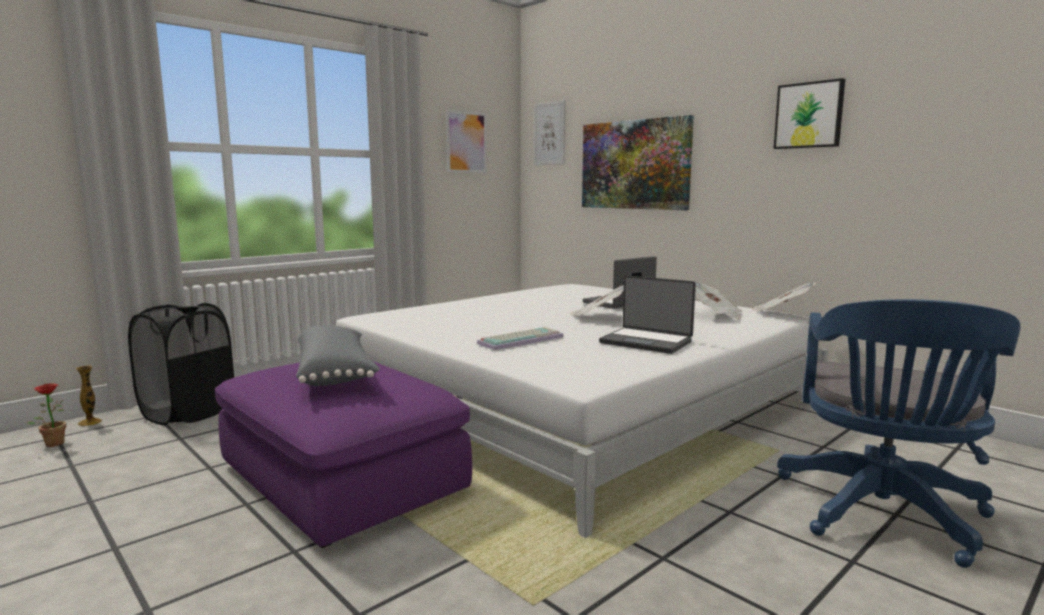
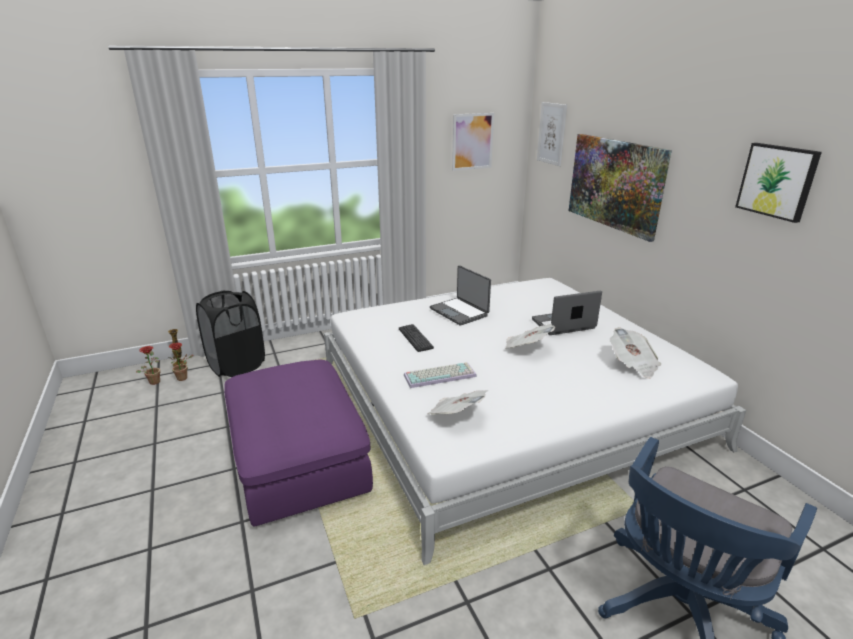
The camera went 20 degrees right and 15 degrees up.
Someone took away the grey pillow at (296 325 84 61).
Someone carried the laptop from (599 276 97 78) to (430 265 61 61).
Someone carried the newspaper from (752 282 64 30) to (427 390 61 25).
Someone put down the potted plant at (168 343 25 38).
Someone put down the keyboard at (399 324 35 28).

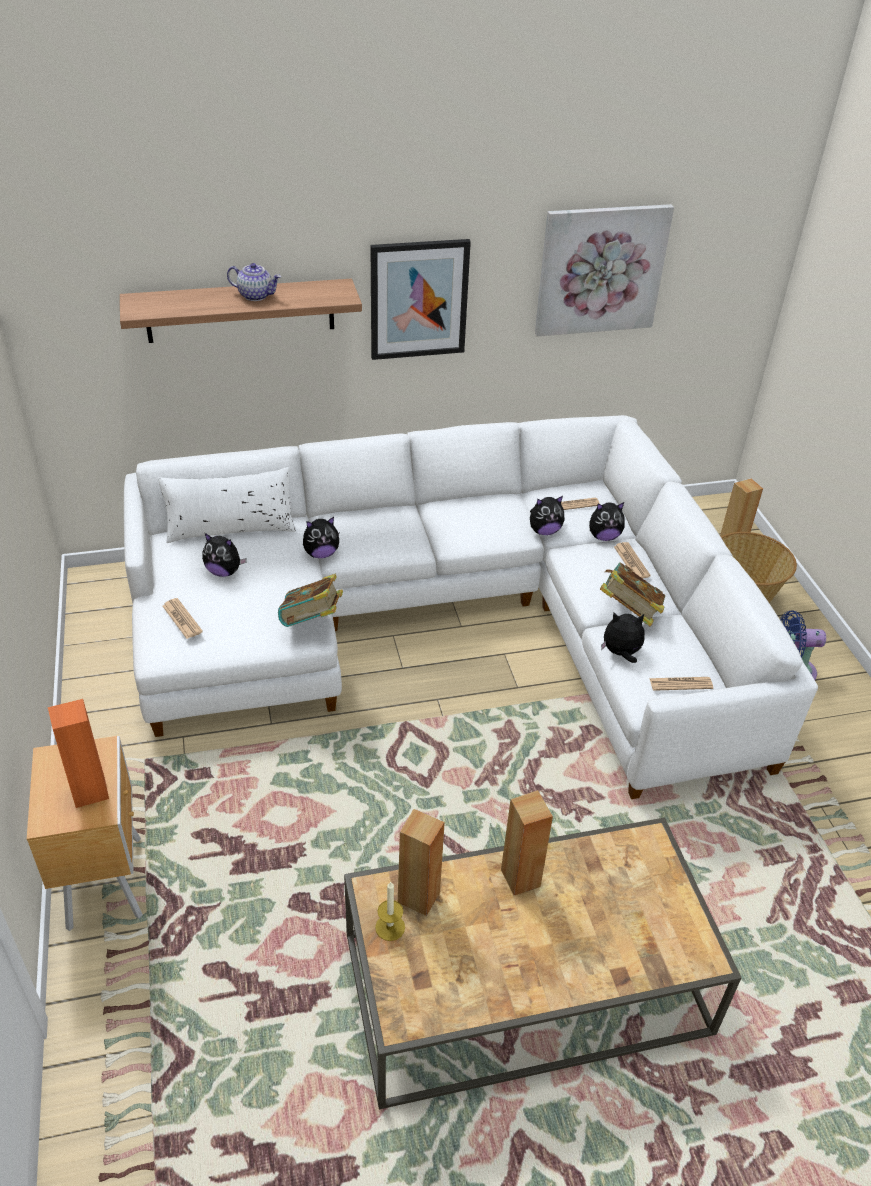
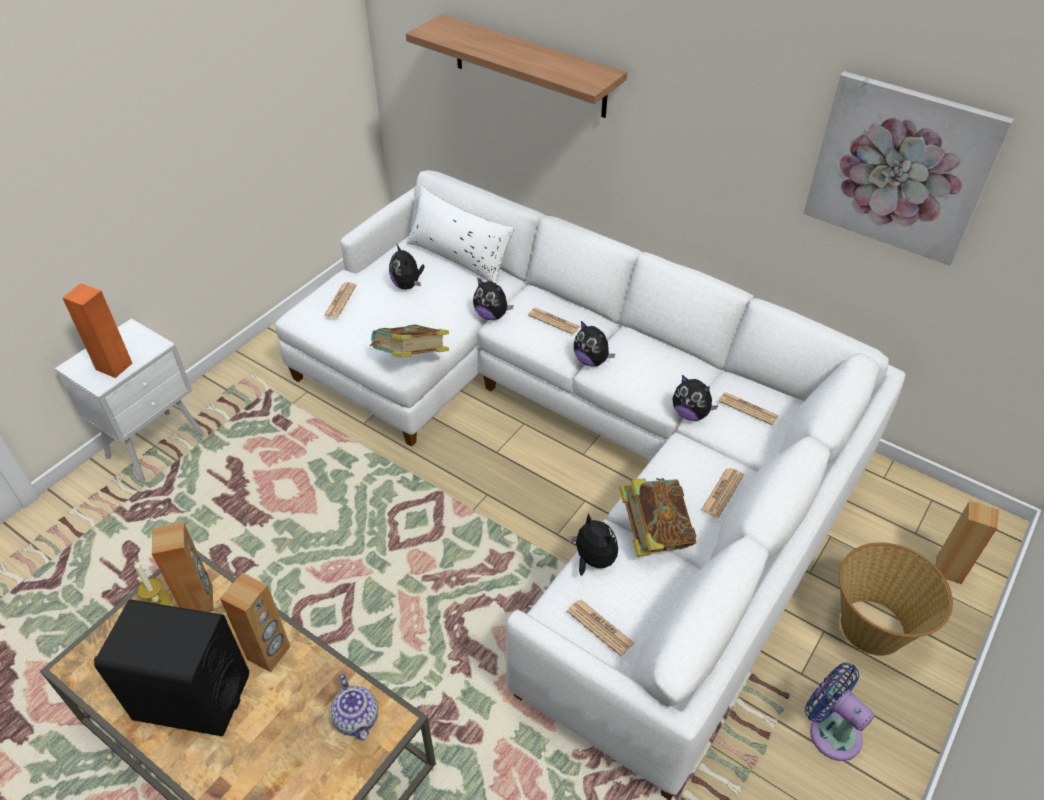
The camera went 50 degrees right and 5 degrees up.
Someone repainted the brown nightstand at (27 736 116 195), which became the white nightstand at (55 318 149 164).
Someone carried the teapot from (227 263 54 38) to (331 674 47 66).
Someone took away the picture at (370 239 101 121).
Someone carried the plush toy from (589 502 35 39) to (574 321 41 46).
Someone put down the black speaker at (94 599 155 137).
Someone put down the newspaper at (528 308 53 27).

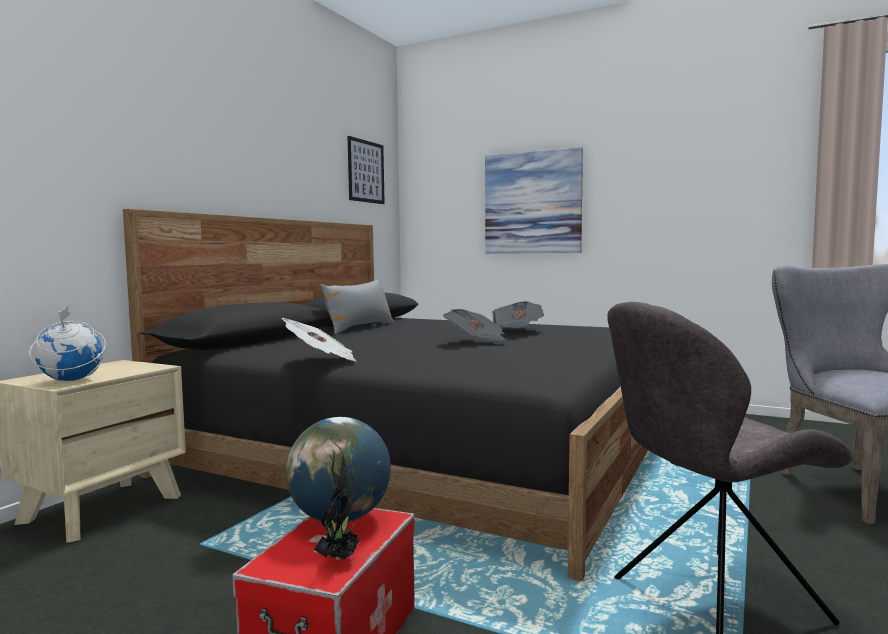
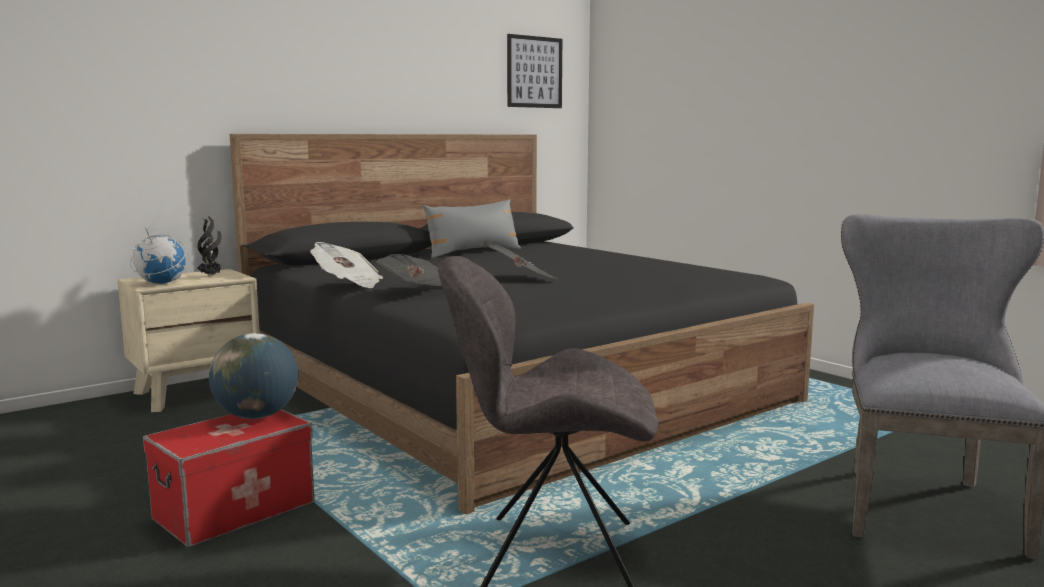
The camera went 25 degrees right and 5 degrees up.
Someone carried the potted plant from (314 441 46 119) to (197 217 25 59).
Someone took away the picture at (485 147 98 107).
Someone carried the newspaper from (492 301 52 27) to (377 254 65 32).

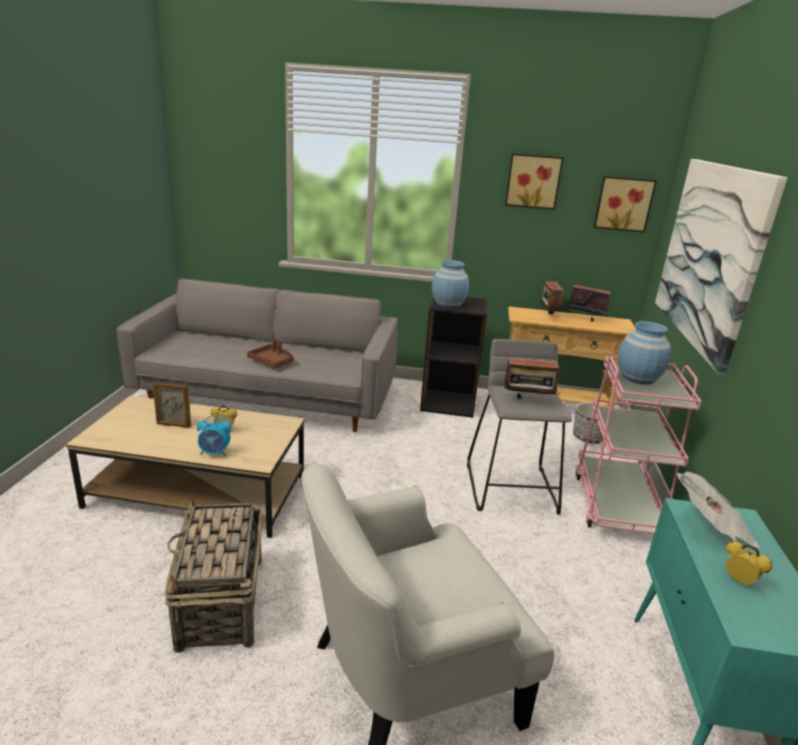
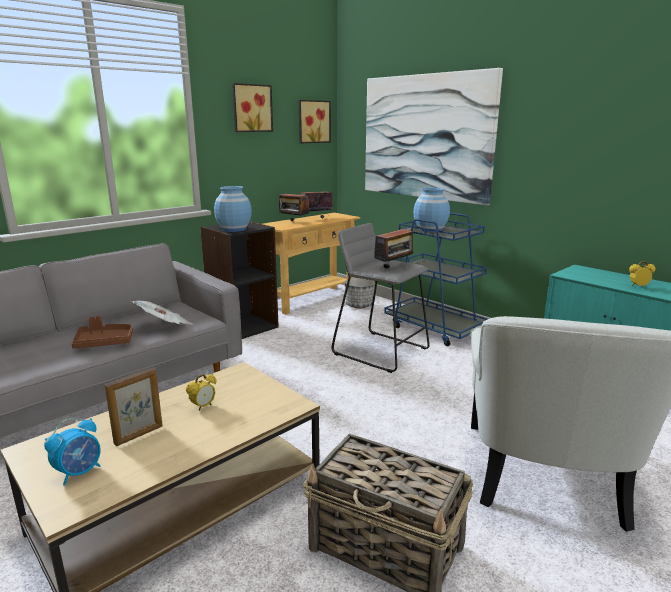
The camera went 50 degrees left and 5 degrees down.
Someone carried the alarm clock from (197 416 34 40) to (44 418 57 68).
Someone repainted the pink cart at (575 356 127 178), which became the blue cart at (384 212 103 134).
Someone carried the newspaper from (677 471 83 77) to (131 301 62 24).

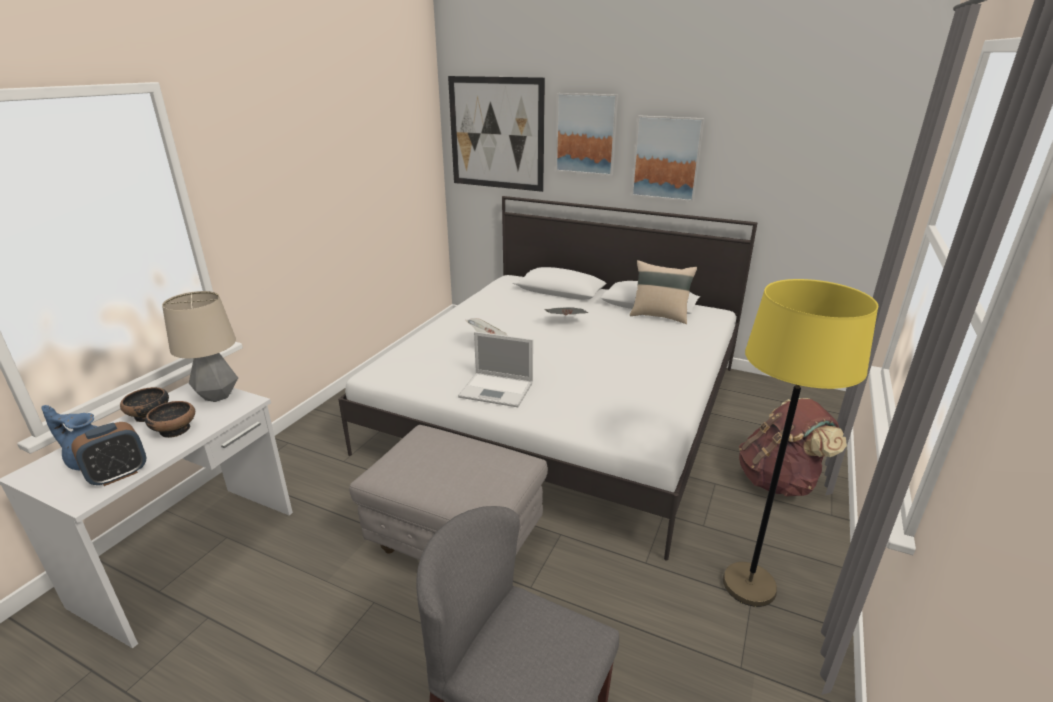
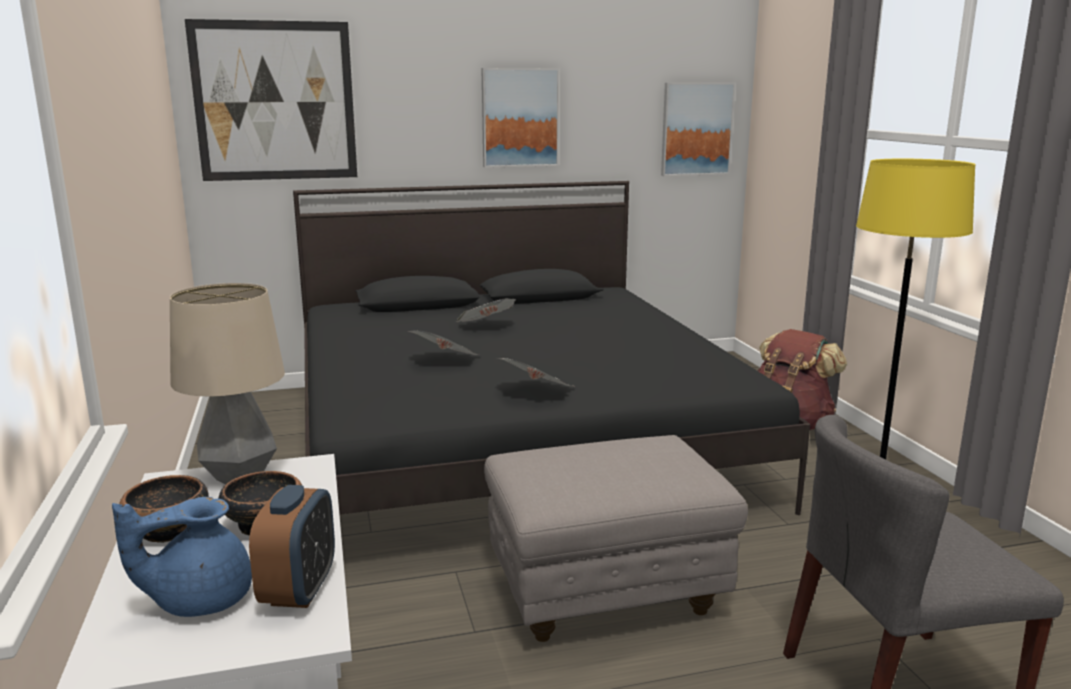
The camera went 40 degrees left and 10 degrees down.
Someone repainted the white bed at (338 196 420 365), which became the black bed at (293 181 517 334).
Someone swapped the laptop at (458 332 75 75) for the newspaper at (496 358 74 28).
Someone carried the picture from (555 93 63 83) to (661 83 75 93).
Someone took away the beige pillow at (630 260 67 64).

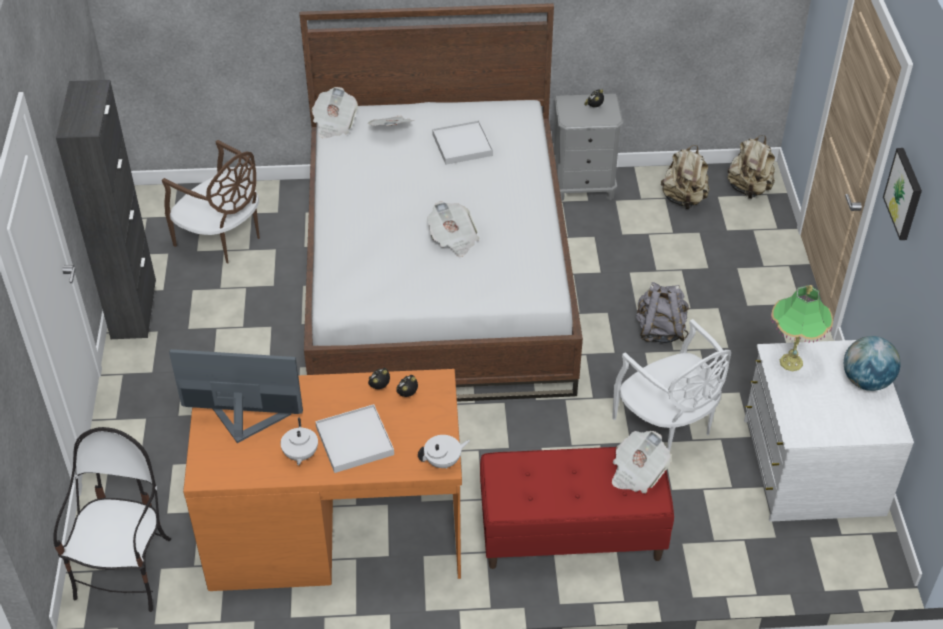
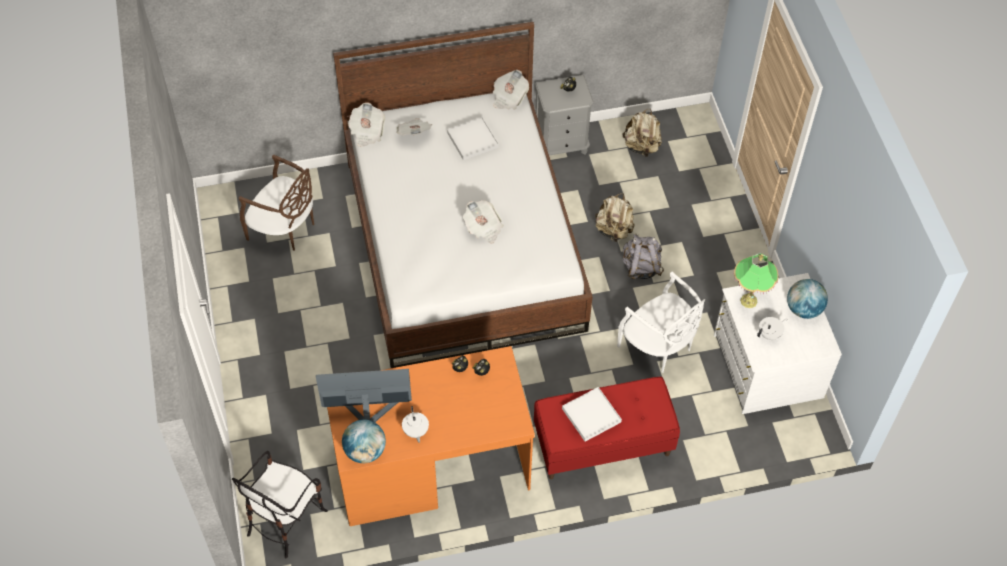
The camera went 10 degrees left and 10 degrees up.
Someone rotated the chair at (53 427 118 185) by 150 degrees counterclockwise.
Someone took away the black cabinet at (56 80 100 259).
Someone carried the white tray from (315 404 79 69) to (562 387 60 55).
Someone carried the white teapot from (418 435 52 34) to (757 317 30 23).
Someone carried the newspaper from (612 431 59 62) to (492 70 37 40).
Someone carried the beige backpack from (727 135 48 64) to (595 193 40 49).
Someone took away the picture at (883 148 39 92).
Someone put down the globe at (342 419 44 44).

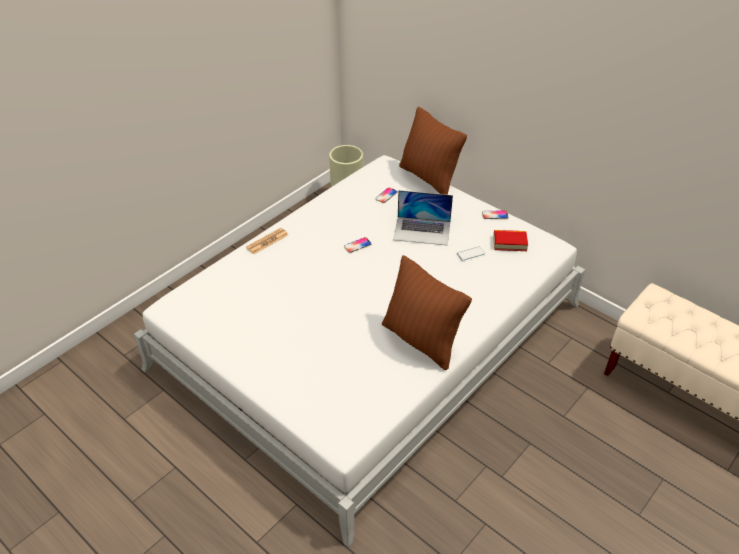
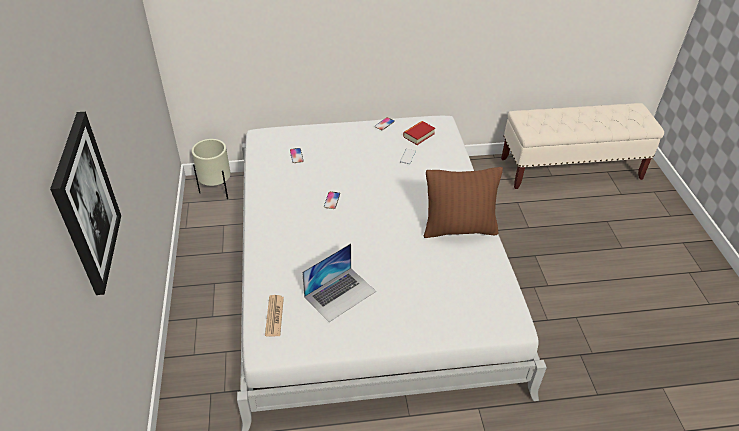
The camera went 50 degrees left and 0 degrees up.
Someone carried the newspaper from (246 228 42 26) to (265 295 19 42).
Someone carried the laptop from (393 190 60 56) to (302 243 74 79).
Someone took away the brown pillow at (399 107 68 88).
Someone put up the picture at (50 112 71 183).

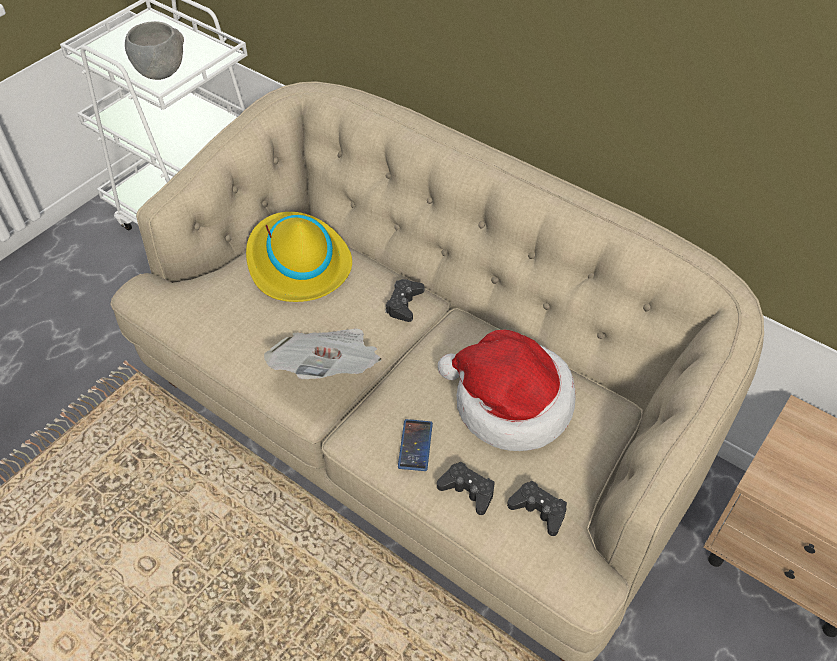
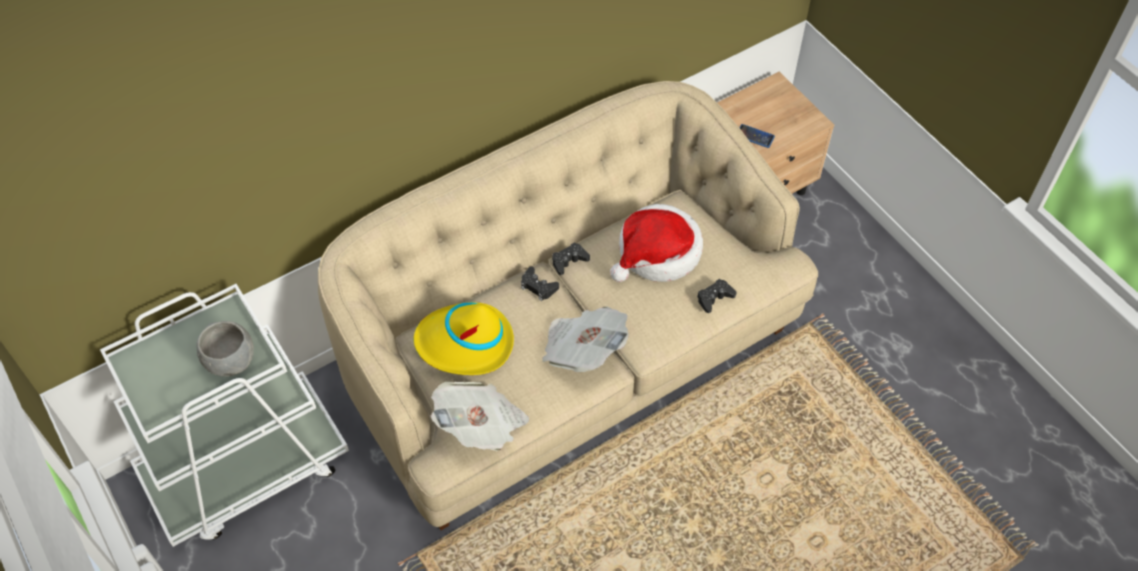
The camera went 70 degrees left and 5 degrees up.
Someone carried the phone from (398 419 35 52) to (739 124 36 24).
Someone carried the black game controller from (507 481 60 55) to (552 242 38 33).
Someone put down the newspaper at (430 382 99 69).

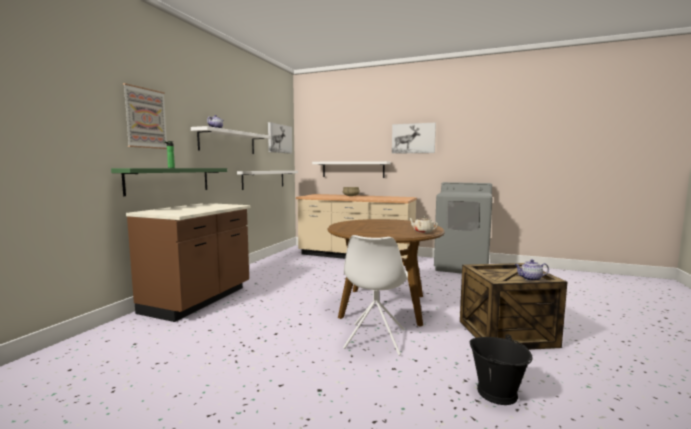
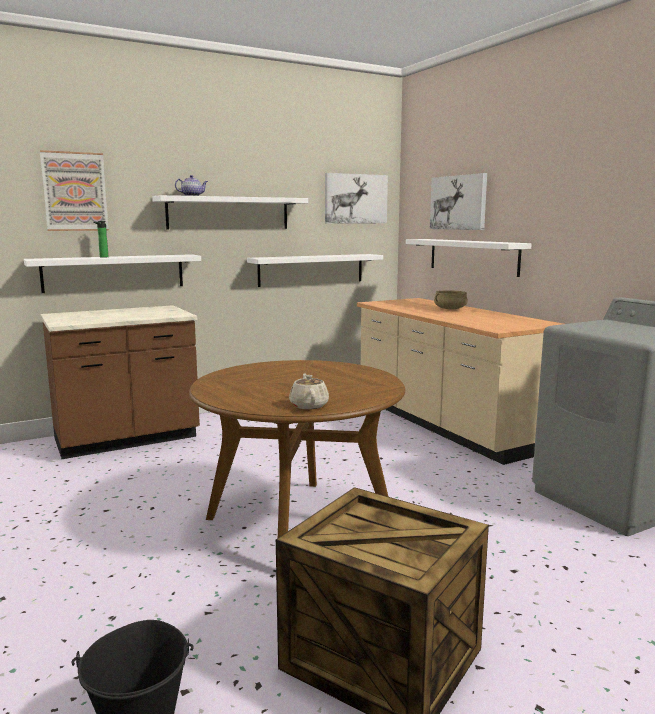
The camera went 40 degrees right and 5 degrees up.
Someone repainted the green shelf at (111 168 116 28), which became the white shelf at (24 254 177 39).
Someone took away the white chair at (343 235 65 121).
Someone carried the picture from (392 123 44 31) to (430 173 57 57).
Someone took away the teapot at (515 260 34 20).

